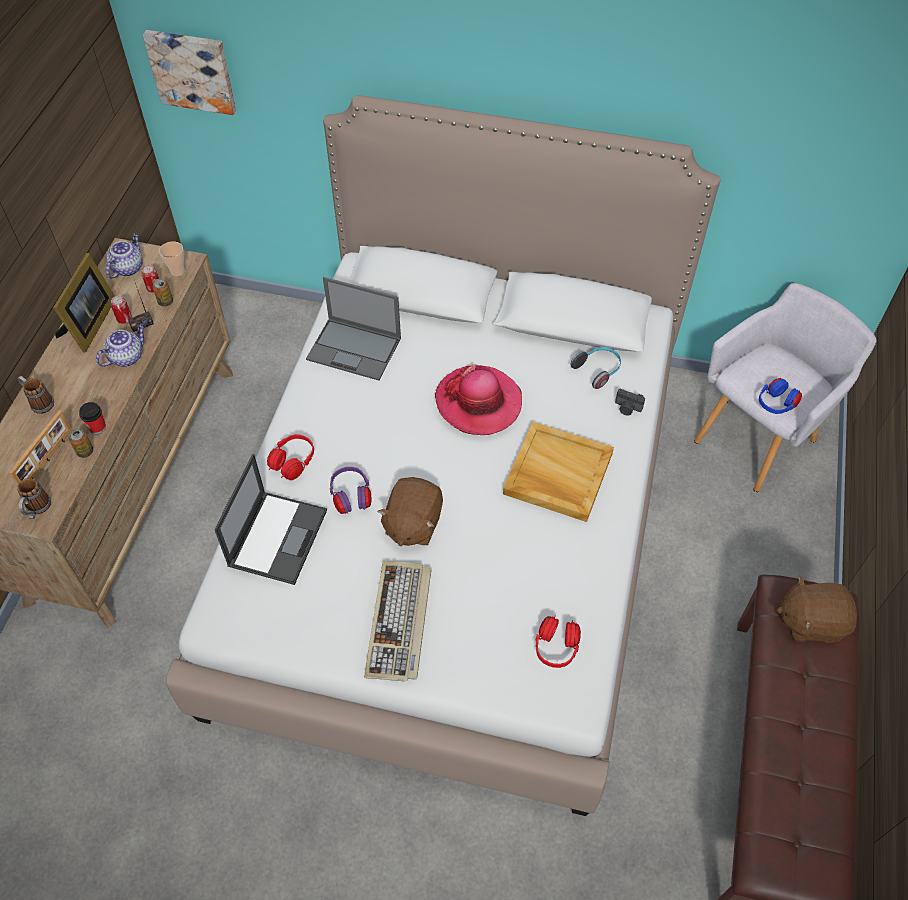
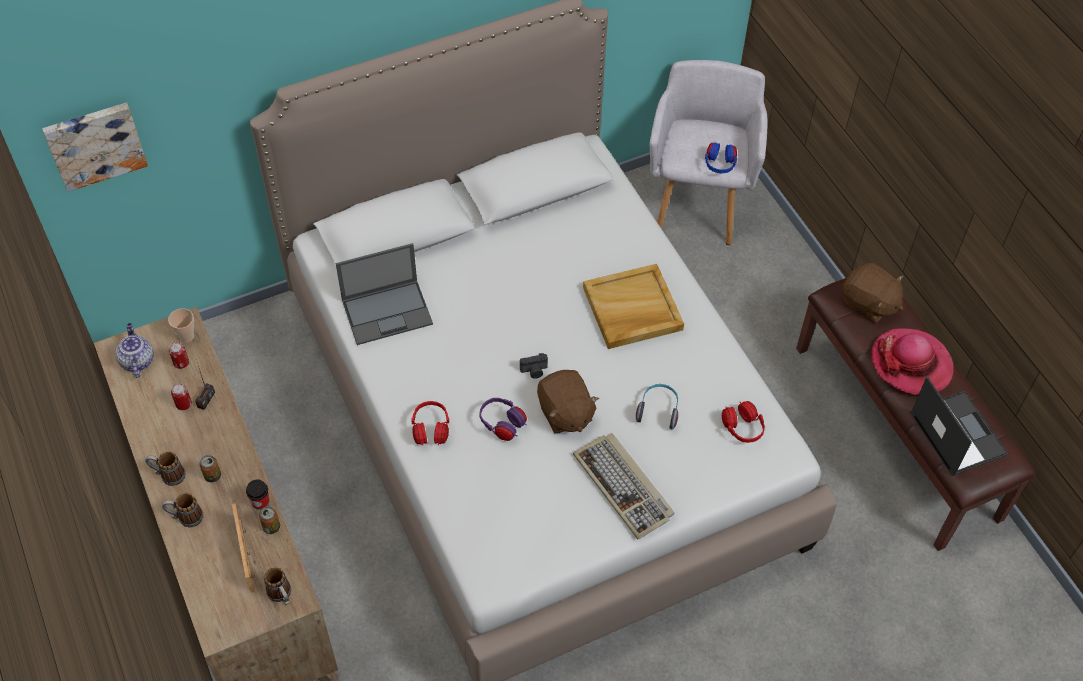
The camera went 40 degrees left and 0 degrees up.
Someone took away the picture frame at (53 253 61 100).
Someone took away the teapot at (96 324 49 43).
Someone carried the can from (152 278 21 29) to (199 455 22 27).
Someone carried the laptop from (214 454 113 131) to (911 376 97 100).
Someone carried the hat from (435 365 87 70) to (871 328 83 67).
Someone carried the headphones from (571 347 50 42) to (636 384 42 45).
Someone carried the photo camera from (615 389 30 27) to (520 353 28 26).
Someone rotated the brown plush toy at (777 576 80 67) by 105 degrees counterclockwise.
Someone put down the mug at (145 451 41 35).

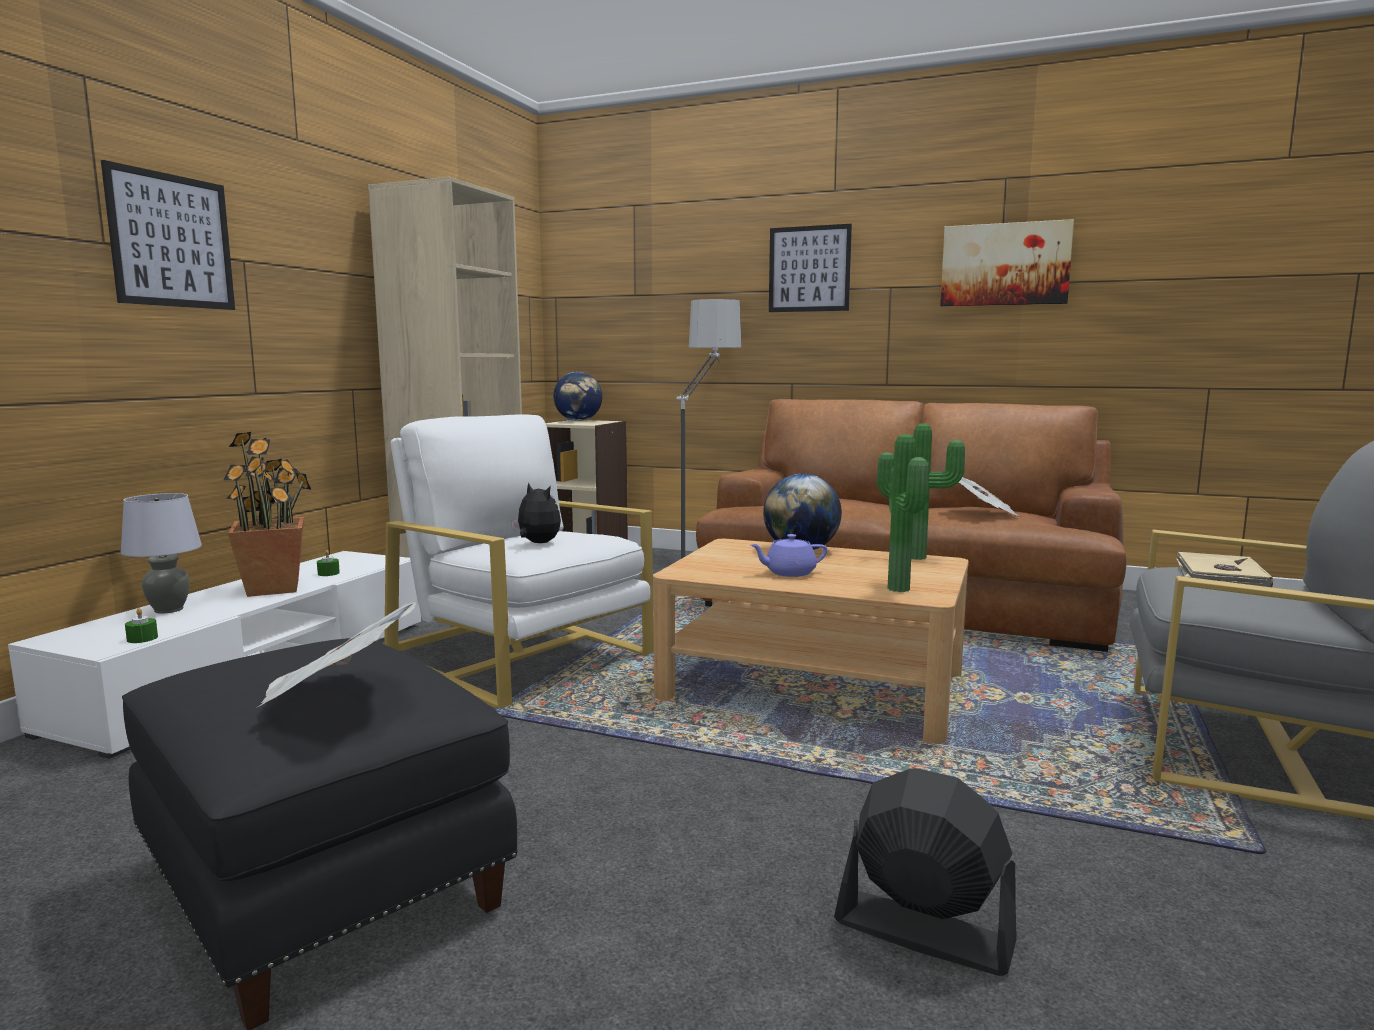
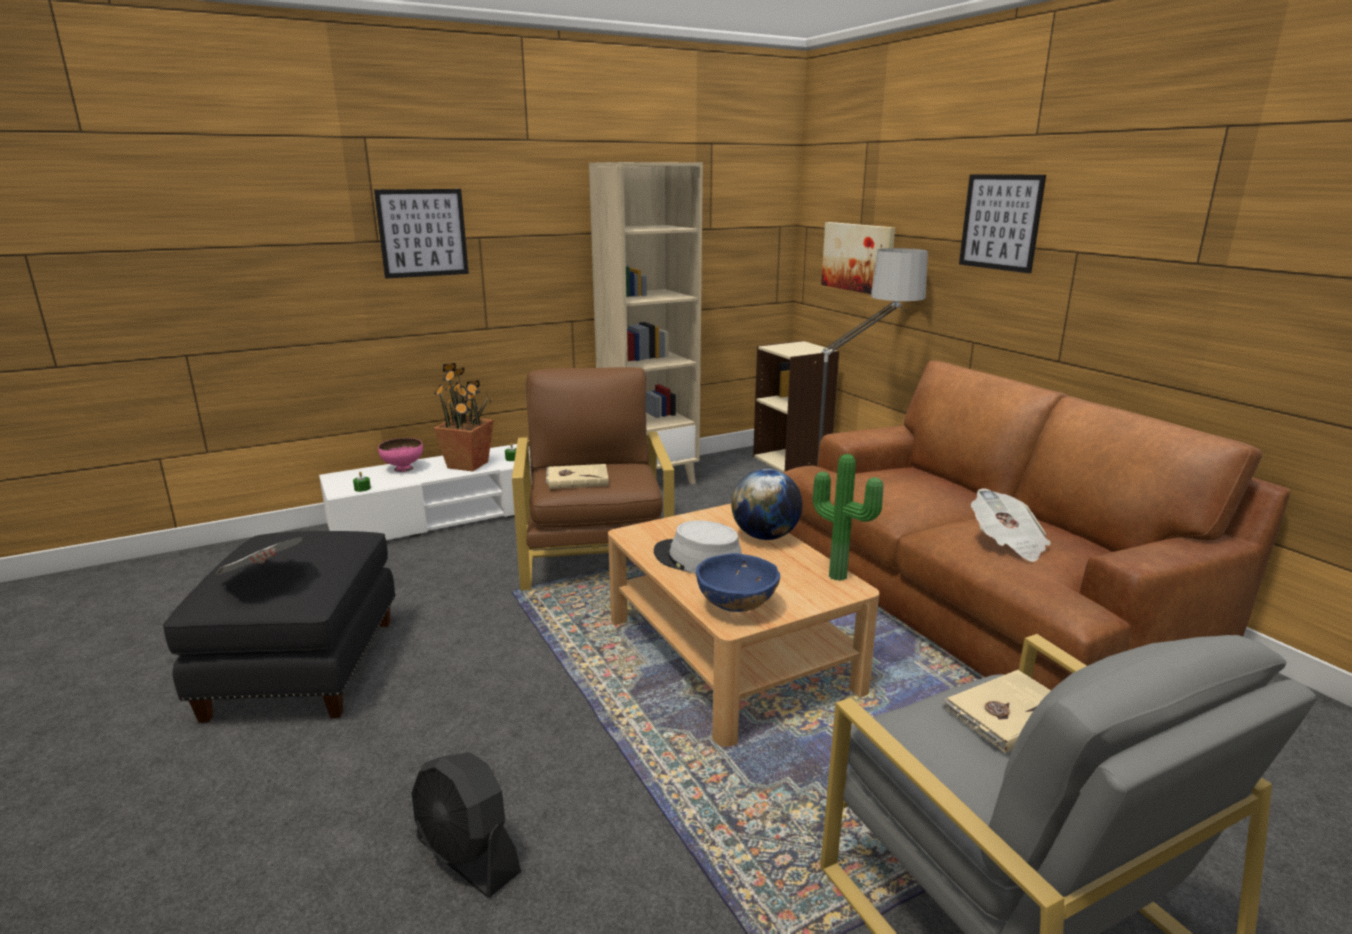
The camera went 40 degrees right and 10 degrees up.
Someone swapped the grey table lamp at (121 493 81 121) for the pink bowl at (378 438 45 34).
Someone repainted the white armchair at (384 415 270 294), which became the brown armchair at (512 367 162 223).
Someone swapped the plush toy at (511 482 50 61) for the beige book at (546 464 63 25).
Someone took away the globe at (553 372 49 49).
Someone swapped the purple teapot at (750 534 77 43) for the grey hat at (654 521 88 53).
Someone rotated the black fan at (834 768 183 208) by 150 degrees clockwise.
Someone swapped the potted plant at (887 434 42 158) for the blue bowl at (696 553 84 59).
Someone carried the picture from (940 219 134 88) to (821 222 74 72).

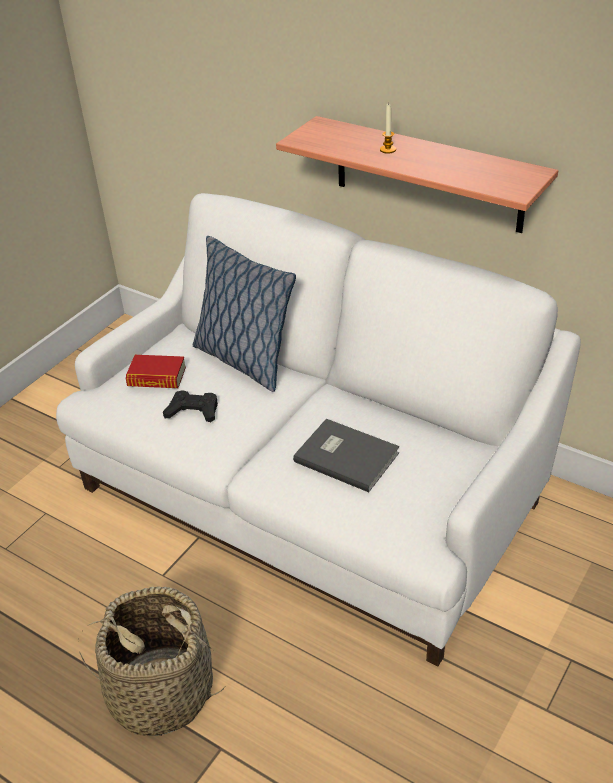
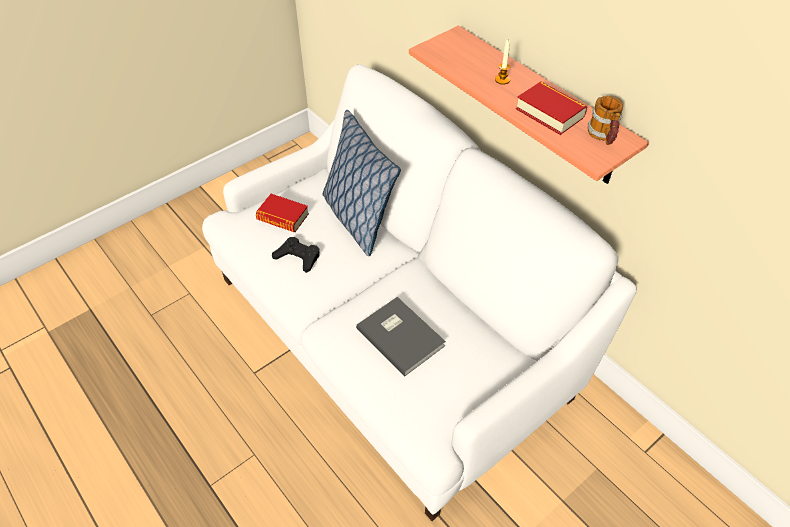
The camera went 15 degrees right and 10 degrees up.
Someone took away the basket at (78 587 147 149).
Someone put down the book at (516 82 71 53).
Someone put down the mug at (588 96 35 49).

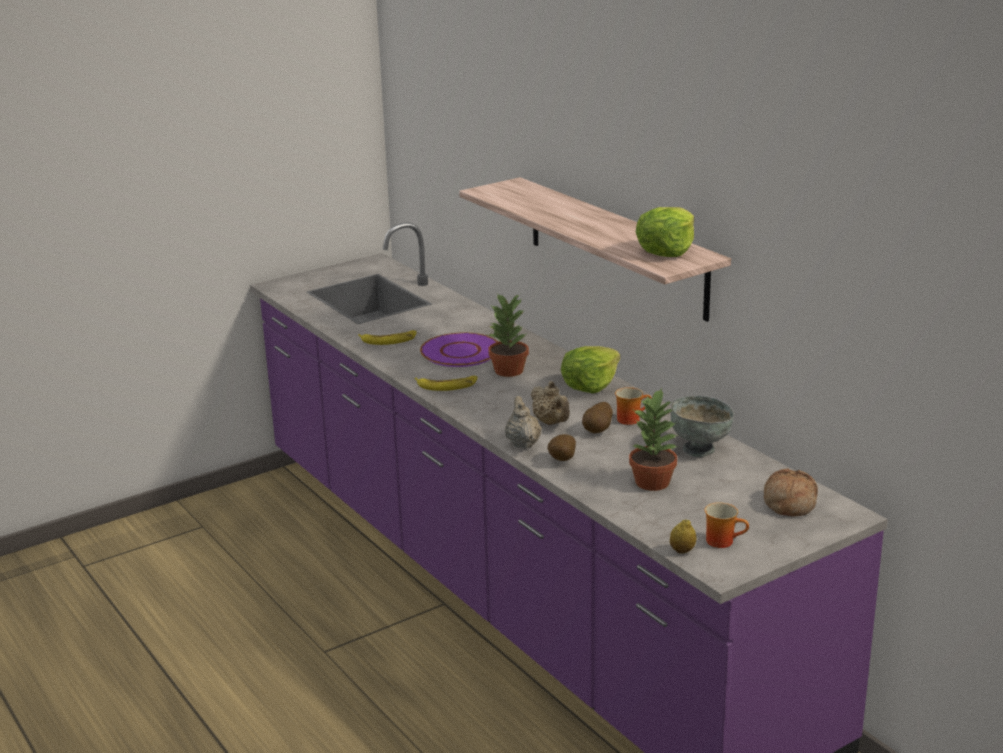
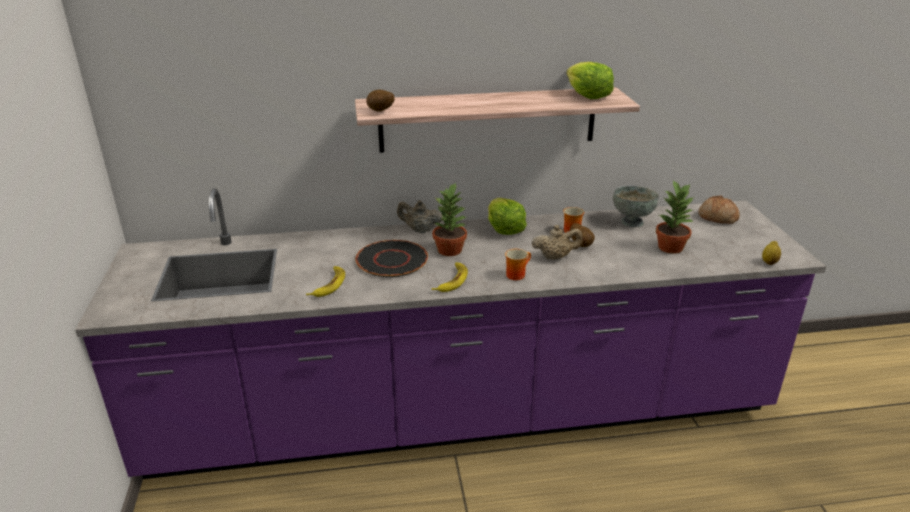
The camera went 65 degrees left and 5 degrees up.
Someone repainted the purple plate at (420 332 78 35), which became the black plate at (355 240 73 37).
Someone carried the beige teapot from (505 396 37 53) to (397 200 46 33).
Someone carried the potato from (547 434 29 27) to (366 90 29 22).
Someone carried the mug from (705 502 44 46) to (505 249 26 31).

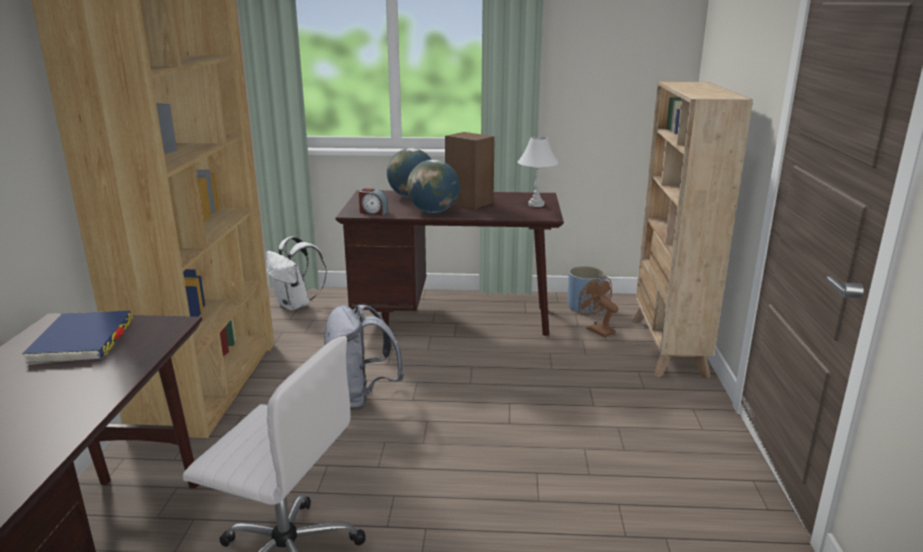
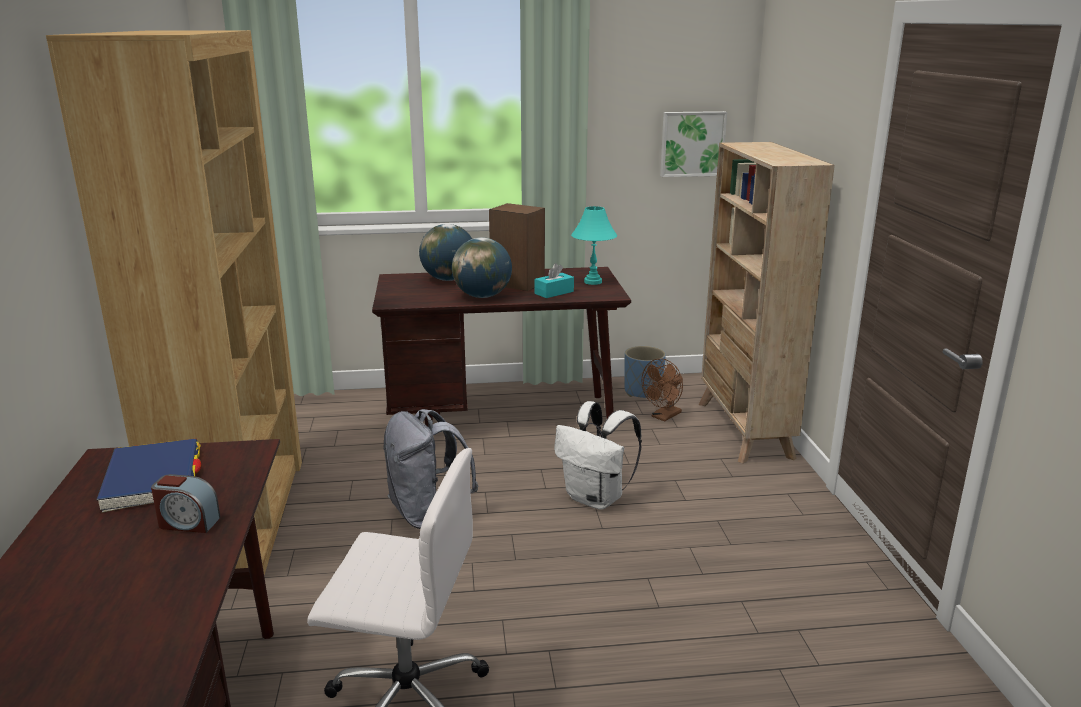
The camera went 10 degrees left and 0 degrees up.
Someone carried the white backpack from (266 236 61 75) to (554 401 88 109).
Someone carried the alarm clock from (359 188 29 28) to (151 474 69 59).
Someone repainted the white table lamp at (517 137 42 70), which became the turquoise table lamp at (571 206 46 79).
Someone rotated the brown fan at (579 276 39 62) by 90 degrees counterclockwise.
Someone put down the turquoise tissue box at (535 263 39 35).
Someone put up the picture at (660 111 67 66).

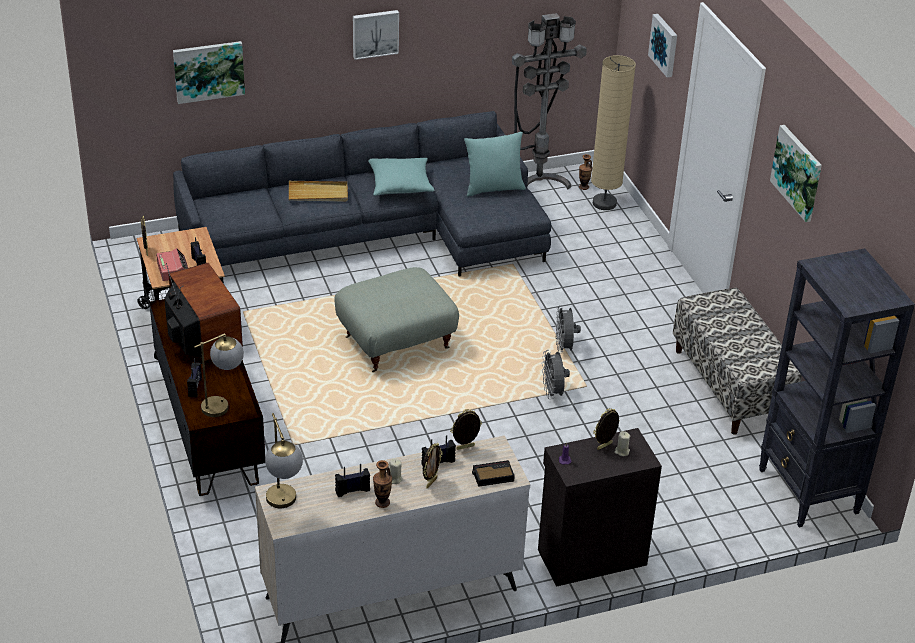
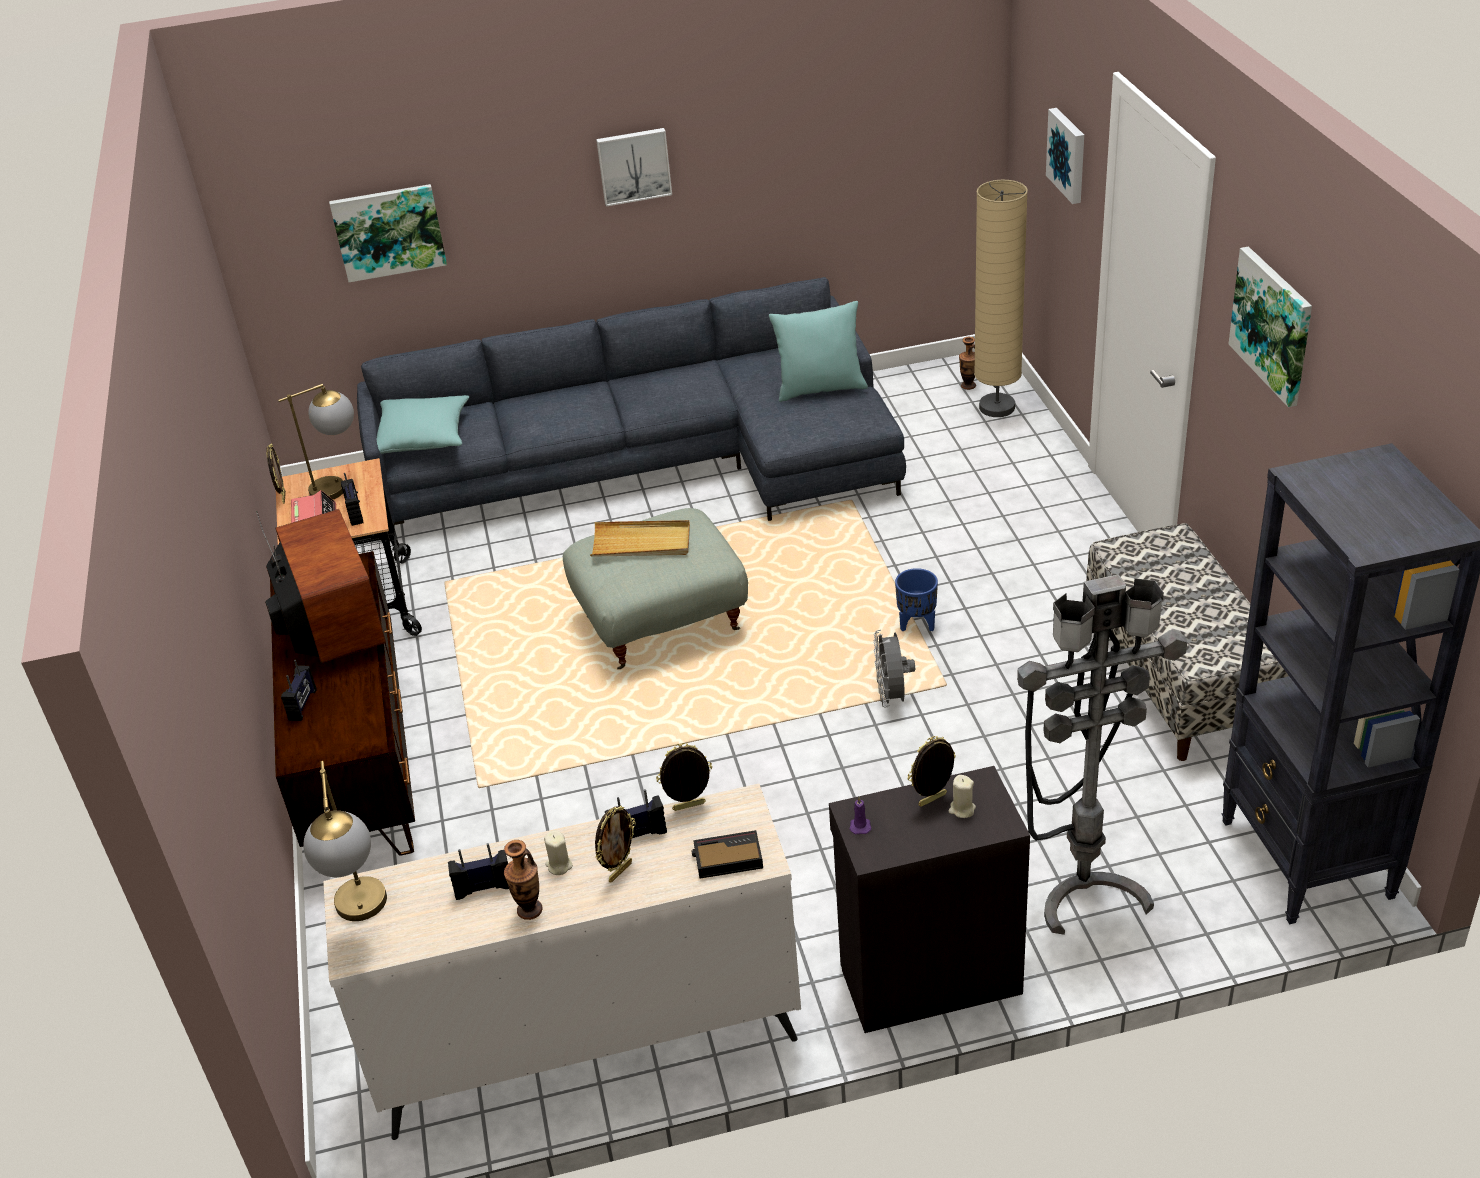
The camera went 10 degrees right and 0 degrees up.
Someone carried the table lamp from (194 333 50 84) to (278 384 76 115).
Someone carried the beige tray from (289 181 59 21) to (590 520 100 37).
Someone carried the turquoise pillow from (368 158 67 38) to (377 395 92 59).
Someone carried the grey floor lamp from (512 13 75 177) to (1017 574 170 361).
Someone swapped the grey fan at (555 305 26 47) for the blue planter at (895 568 43 63).

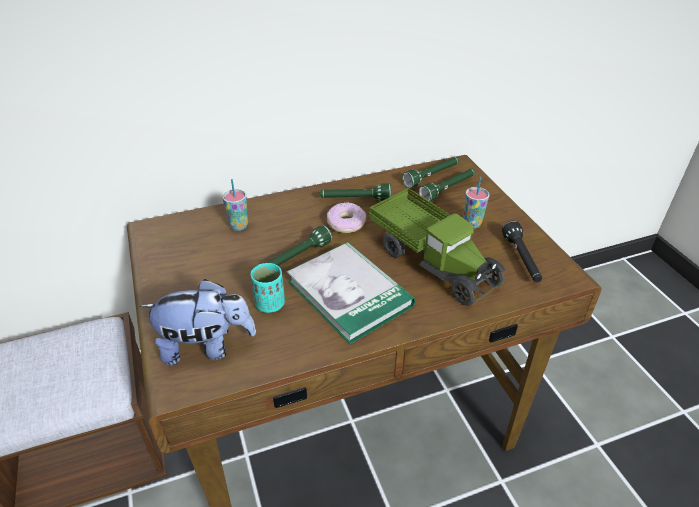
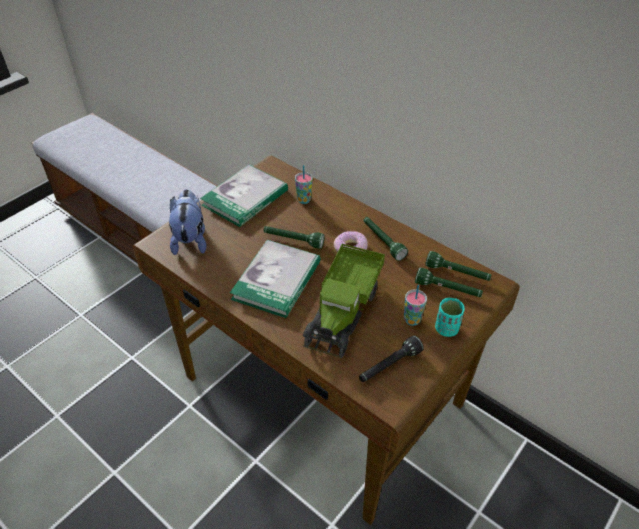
The camera went 60 degrees right and 5 degrees up.
Someone rotated the plush toy at (139 279 117 86) by 150 degrees counterclockwise.
Someone carried the turquoise cup from (251 263 34 50) to (435 298 30 39).
Someone put down the book at (200 165 88 62).

